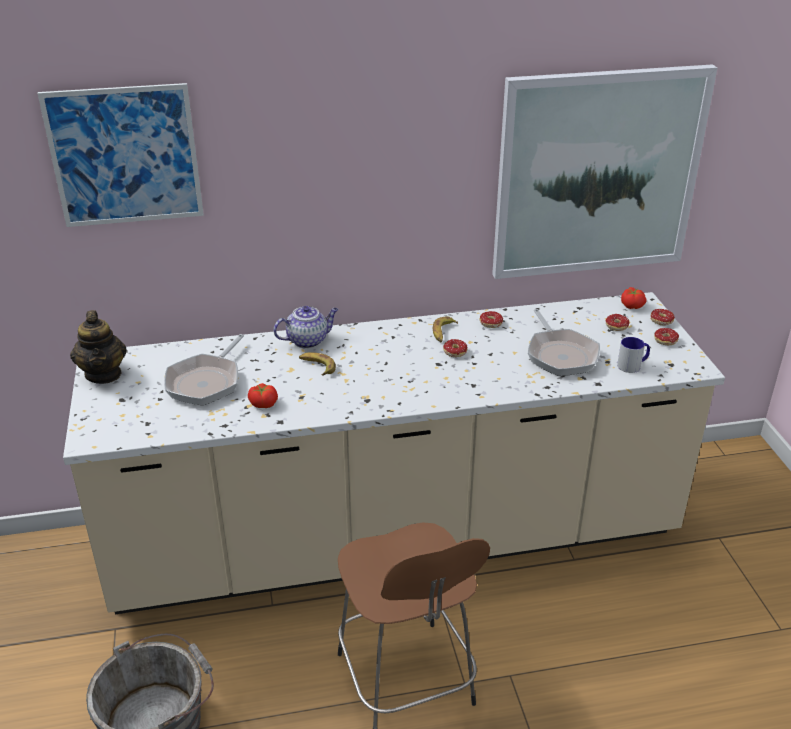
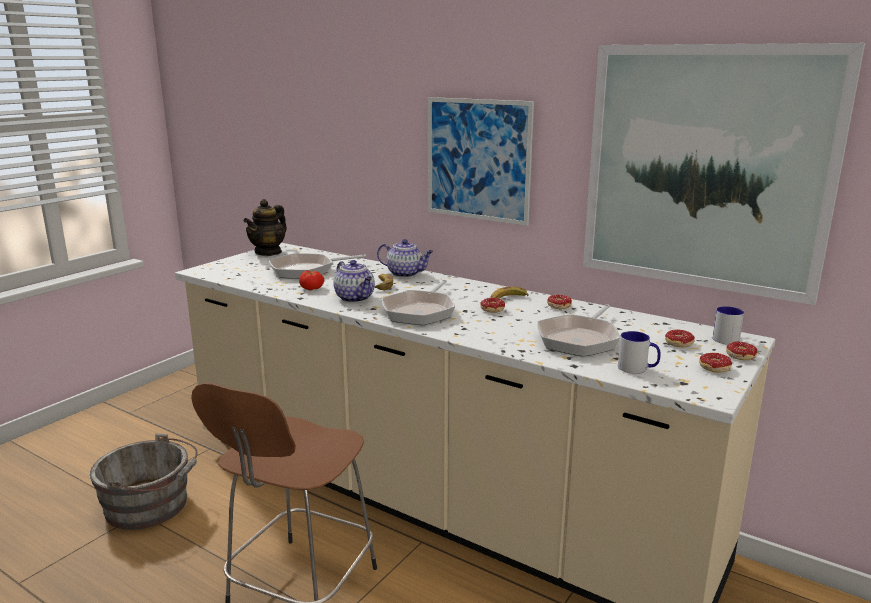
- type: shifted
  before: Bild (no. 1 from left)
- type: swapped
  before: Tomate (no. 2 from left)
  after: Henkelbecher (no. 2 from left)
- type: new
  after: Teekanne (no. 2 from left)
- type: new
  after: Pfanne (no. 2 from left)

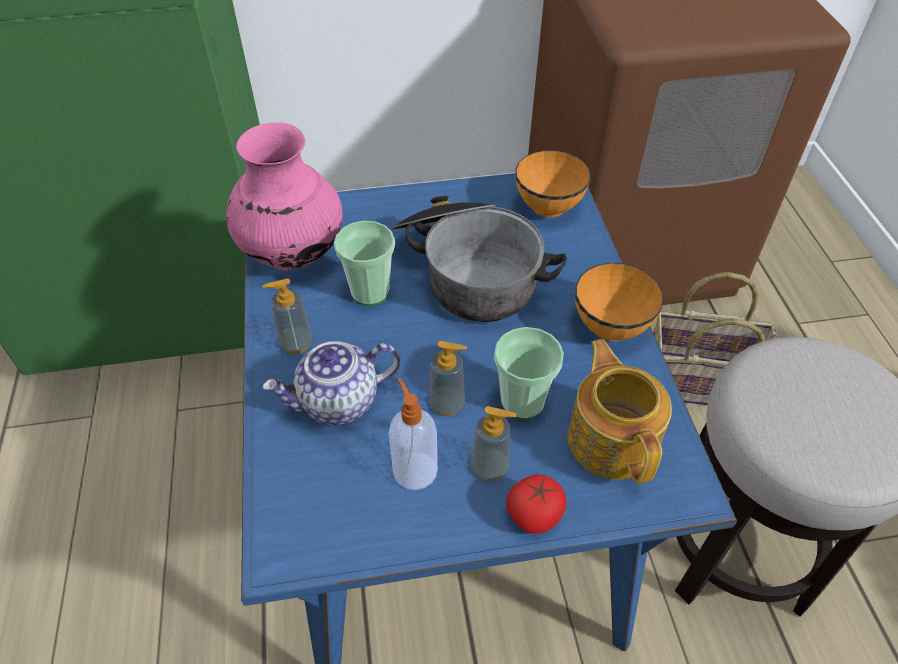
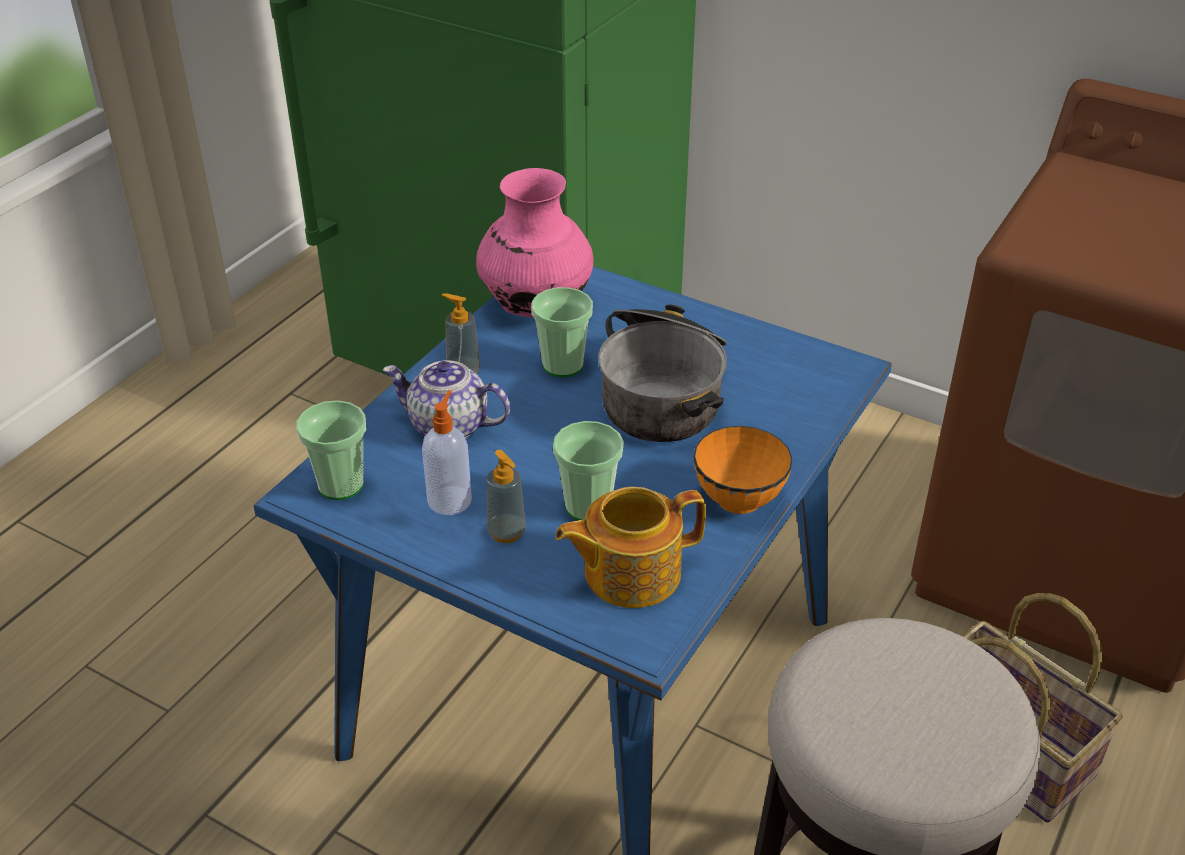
- type: gone
  before: Seifenspender (no. 3 from left)
- type: gone
  before: Tomate
- type: gone
  before: Schüssel [orange] (no. 1 from left)
- type: rotated
  before: Teekanne (no. 2 from left)
  turn: -135
- type: new
  after: Tasse (no. 1 from left)

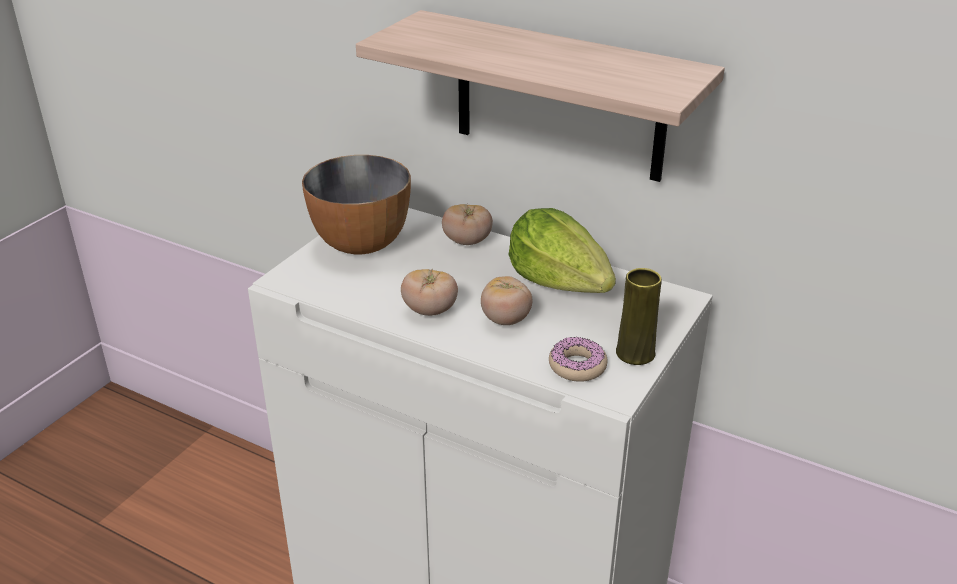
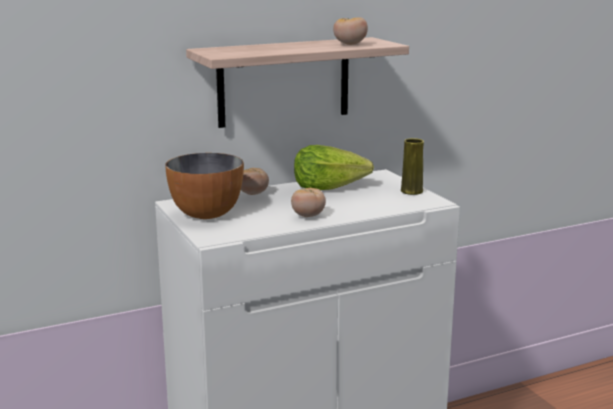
- type: shifted
  before: Tomate (no. 3 from left)
- type: gone
  before: Donut

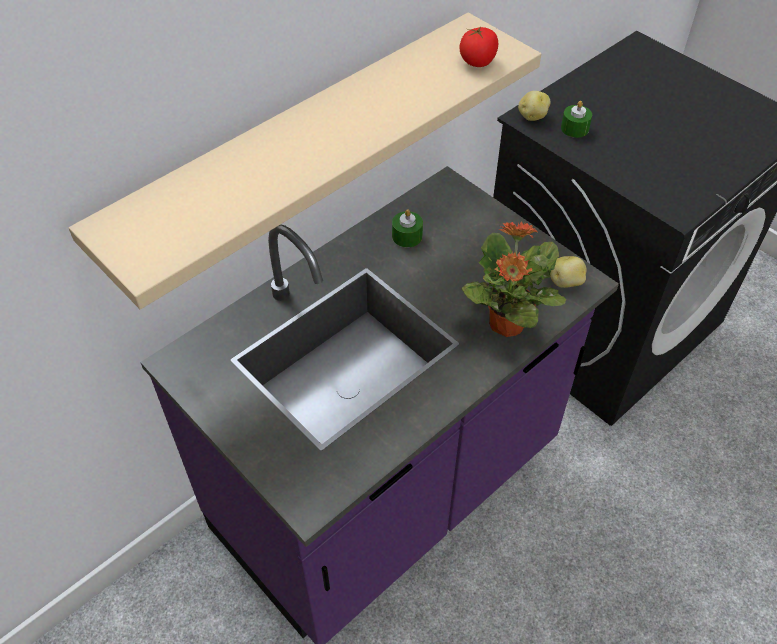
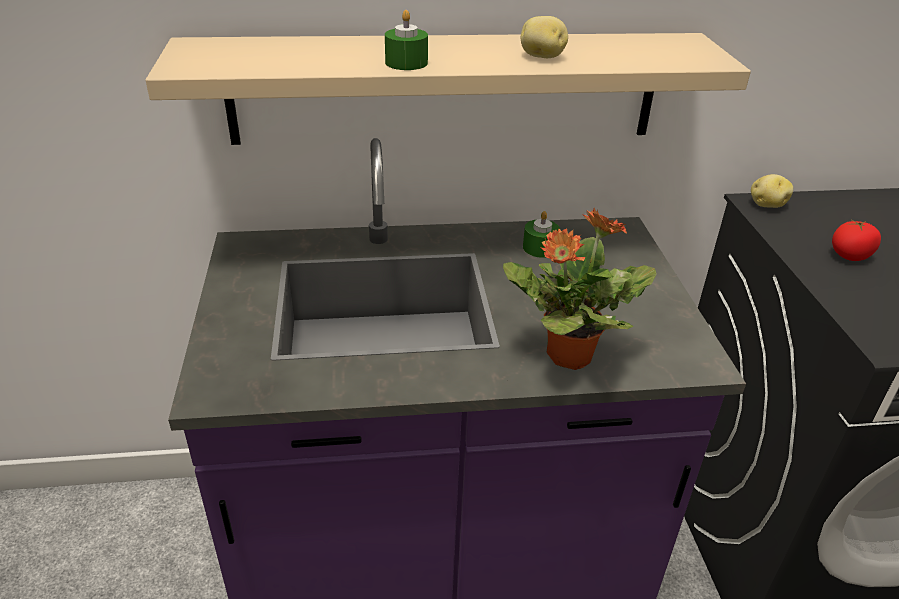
- type: shifted
  before: Tomate
- type: shifted
  before: Kartoffel (no. 2 from left in the first image)
  after: Kartoffel (no. 1 from left)
- type: shifted
  before: Kerze [grün] (no. 2 from left in the first image)
  after: Kerze [grün] (no. 1 from left)

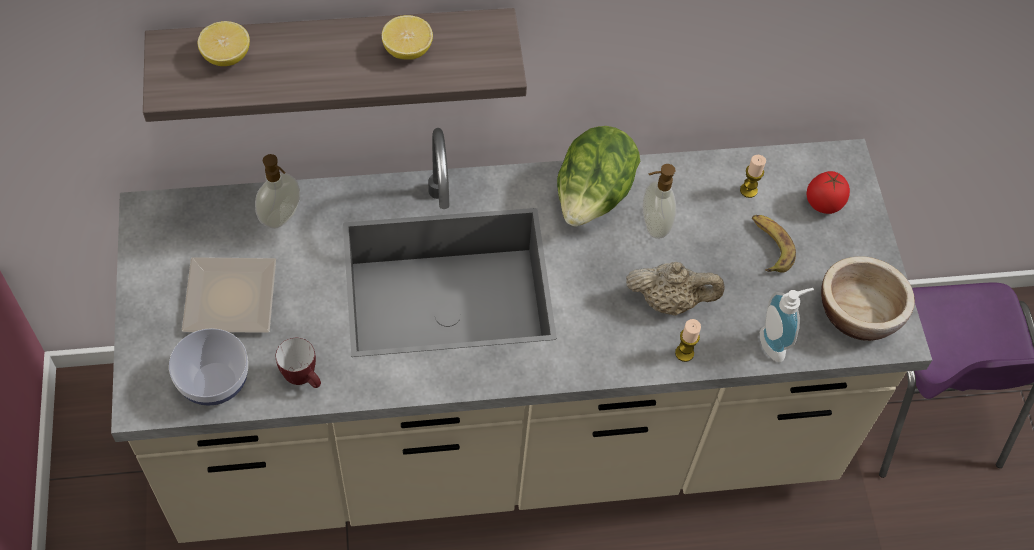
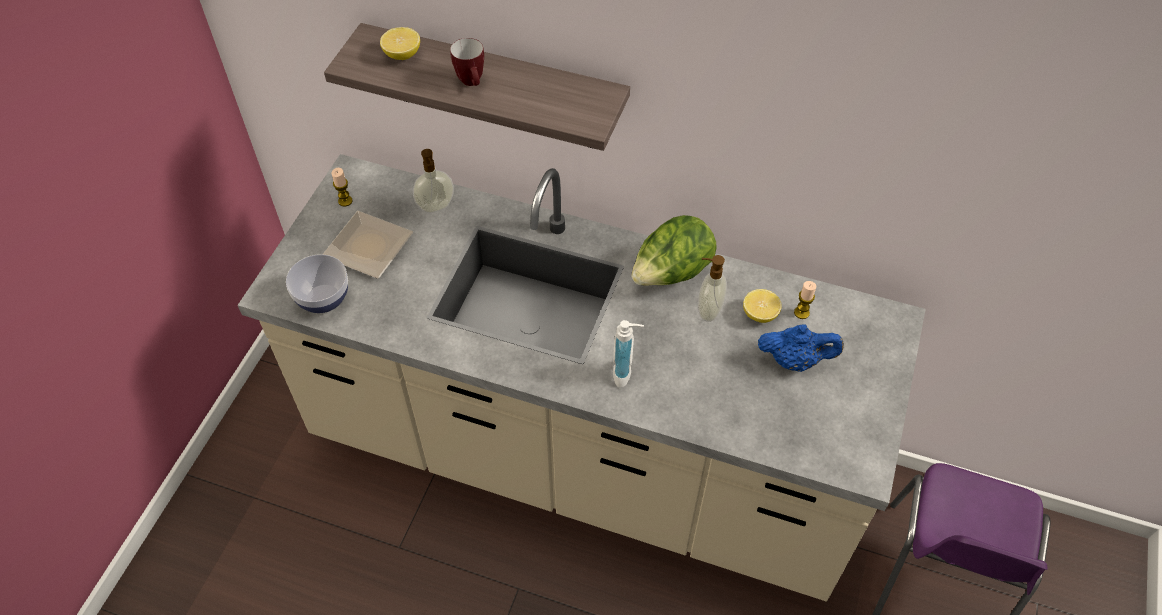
- type: shifted
  before: Henkelbecher
- type: shifted
  before: Zitrone (no. 2 from left)
- type: gone
  before: Teekanne [beige]
- type: shifted
  before: Kerze (no. 1 from left)
- type: swapped
  before: Banane
  after: Teekanne [blau]
- type: shifted
  before: Seifenspender (no. 3 from left in the first image)
  after: Seifenspender (no. 2 from left)
- type: gone
  before: Tomate
- type: gone
  before: Schüssel (no. 2 from left)

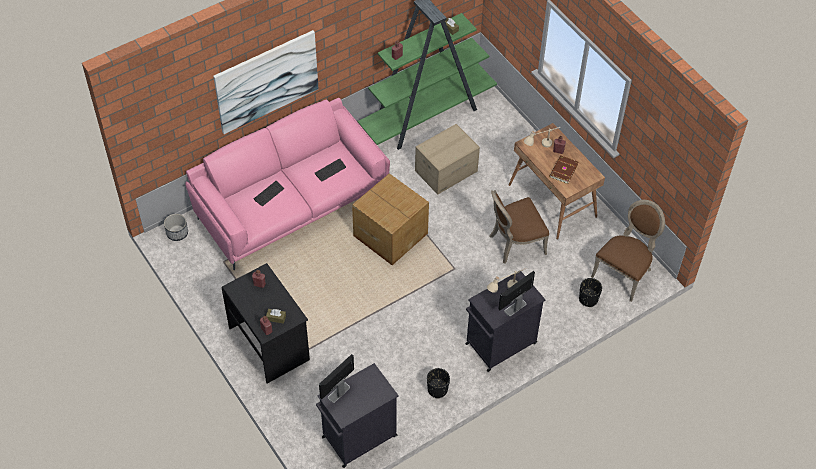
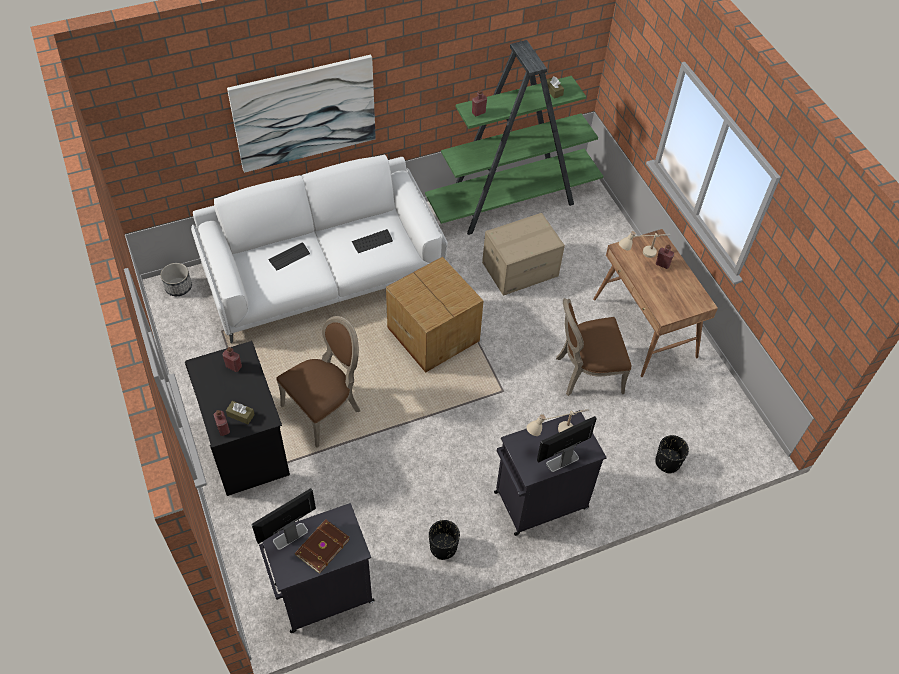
- type: repainted
  before: Sofa [rosa]
  after: Sofa [weiß]
- type: shifted
  before: Buch [braun]
- type: shifted
  before: Stuhl [braun] (no. 2 from left in the first image)
  after: Stuhl [braun] (no. 1 from left)

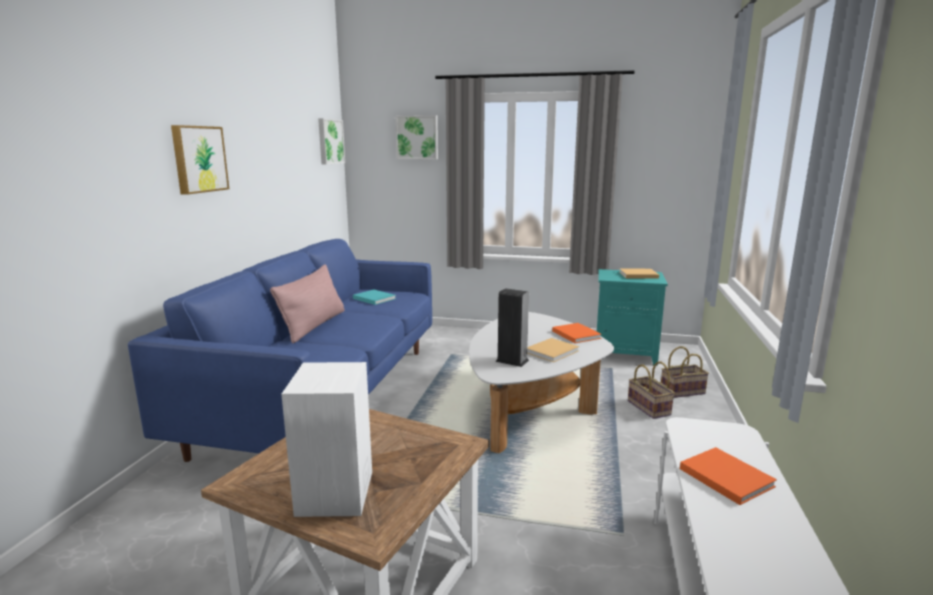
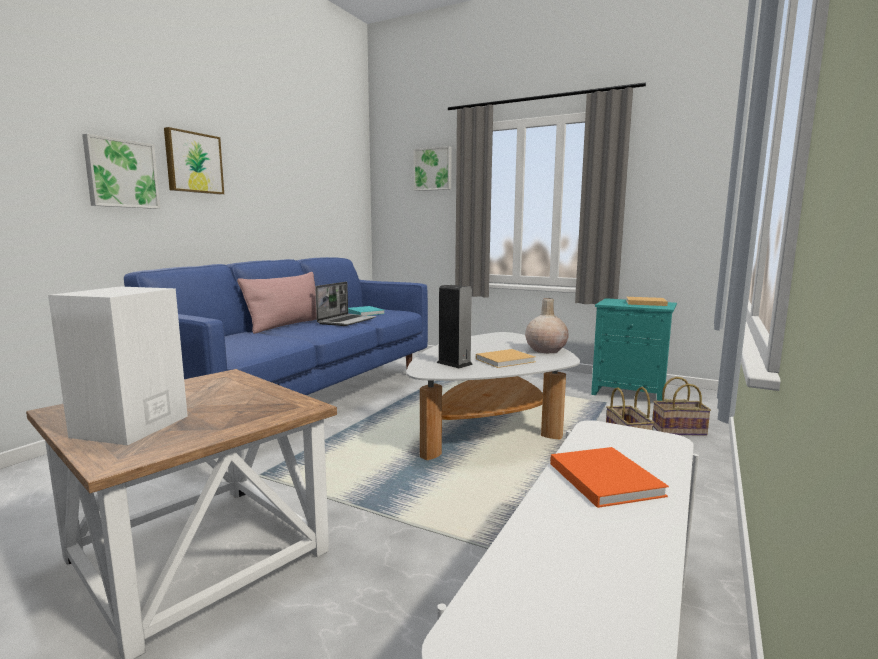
- type: shifted
  before: Bild (no. 2 from left in the first image)
  after: Bild (no. 1 from left)
- type: swapped
  before: Buch [orange] (no. 1 from left)
  after: Vase [beige]
- type: new
  after: Laptop

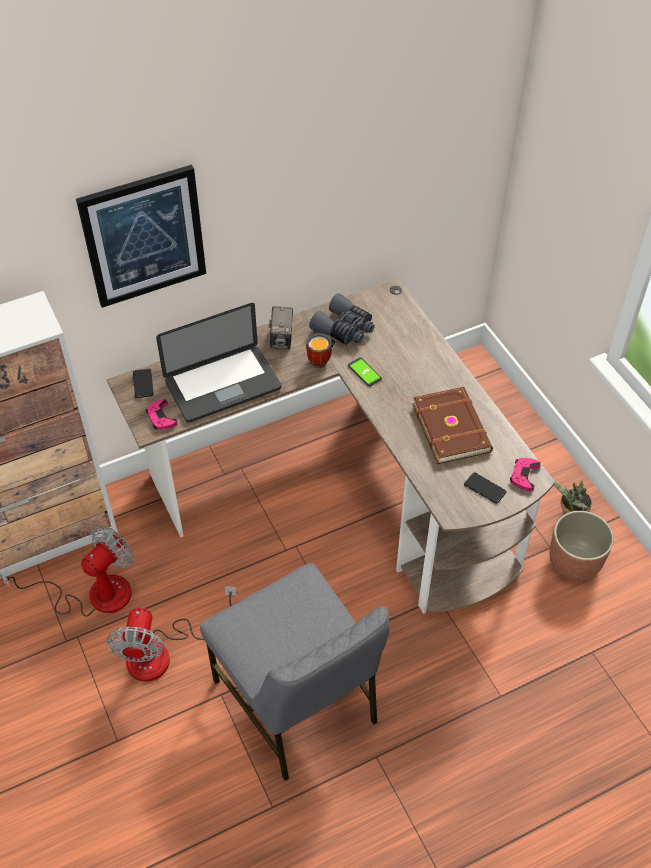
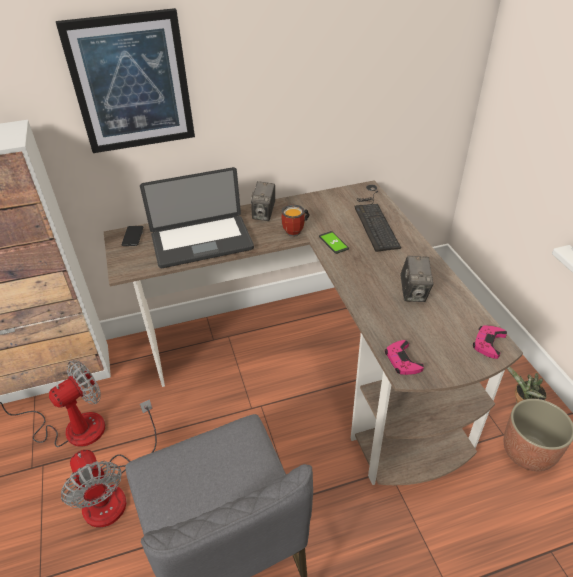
- type: rotated
  before: Ventilator (no. 2 from left)
  turn: -45
- type: shifted
  before: Gamepad [rosa] (no. 1 from left)
- type: gone
  before: Fernglas [grau]
- type: swapped
  before: Buch [braun]
  after: Kamera (no. 2 from left)
- type: gone
  before: Handy (no. 3 from left)
- type: new
  after: Tastatur

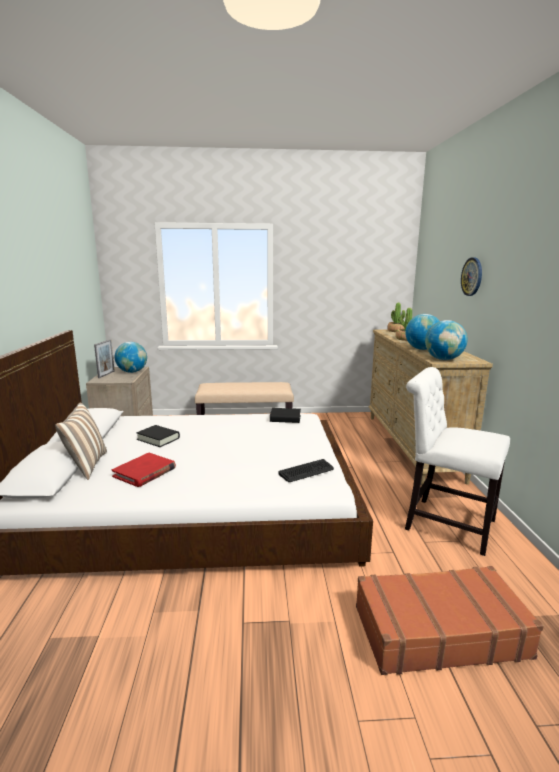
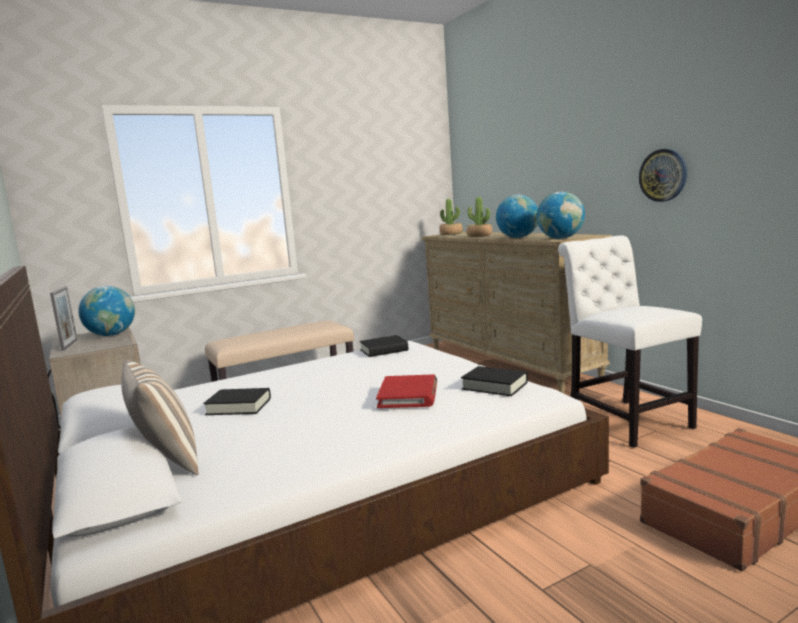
- type: shifted
  before: Buch [rot]
- type: swapped
  before: Tastatur
  after: Buch [schwarz] (no. 3 from left)
- type: rotated
  before: Stuhl [weiß]
  turn: 60
- type: shifted
  before: Wanduhr

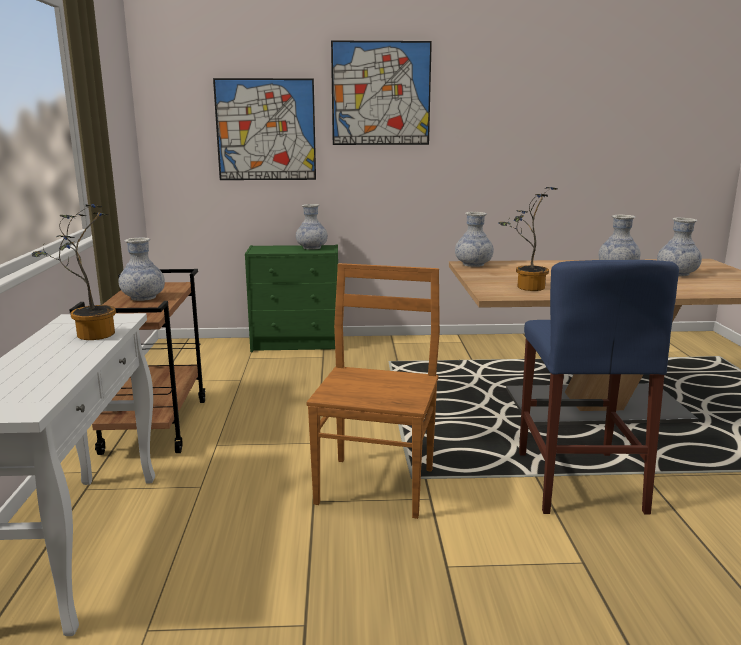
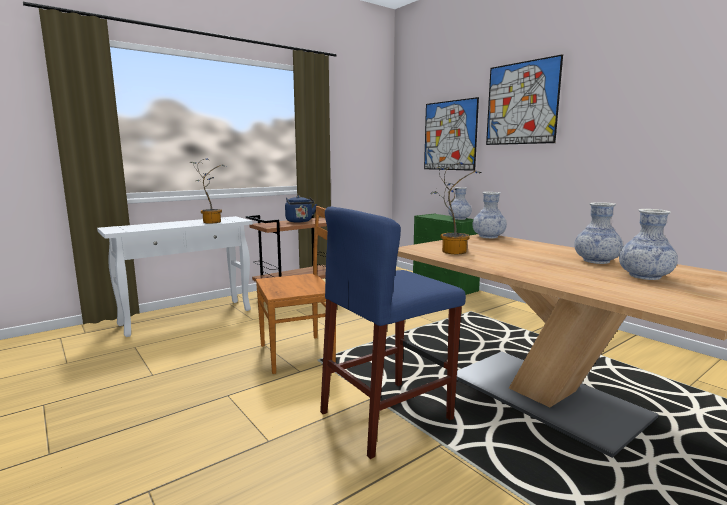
- type: swapped
  before: Vase (no. 1 from left)
  after: Wasserkessel [blau]

